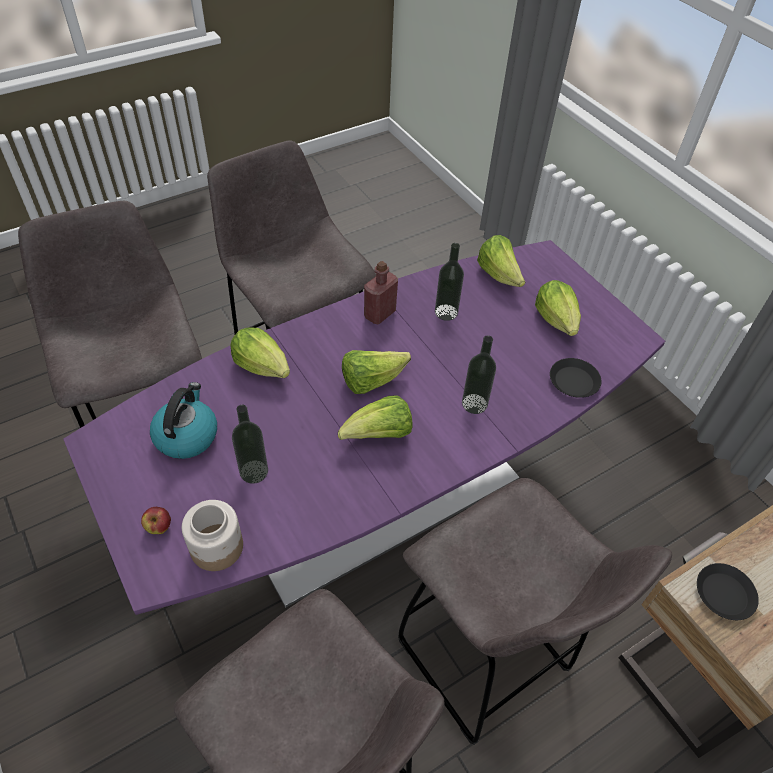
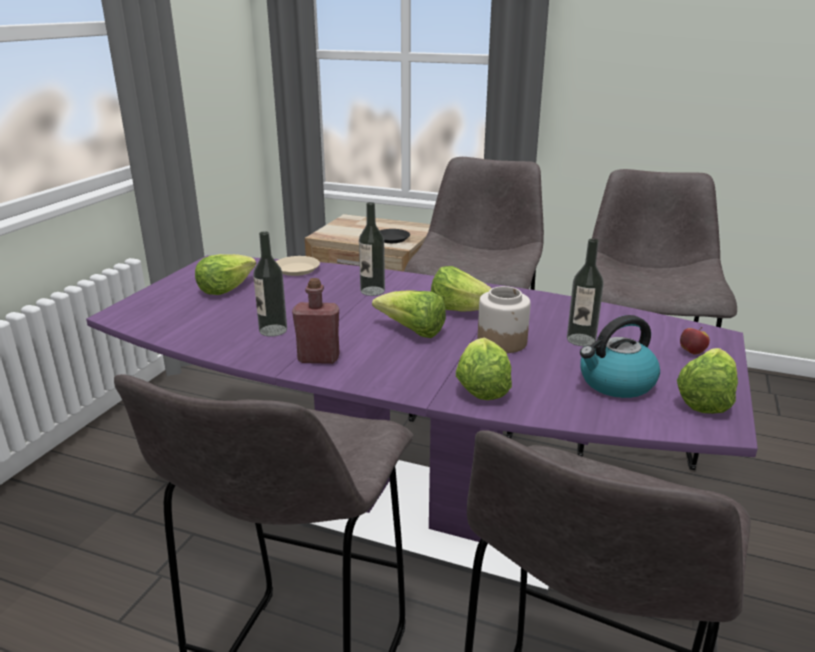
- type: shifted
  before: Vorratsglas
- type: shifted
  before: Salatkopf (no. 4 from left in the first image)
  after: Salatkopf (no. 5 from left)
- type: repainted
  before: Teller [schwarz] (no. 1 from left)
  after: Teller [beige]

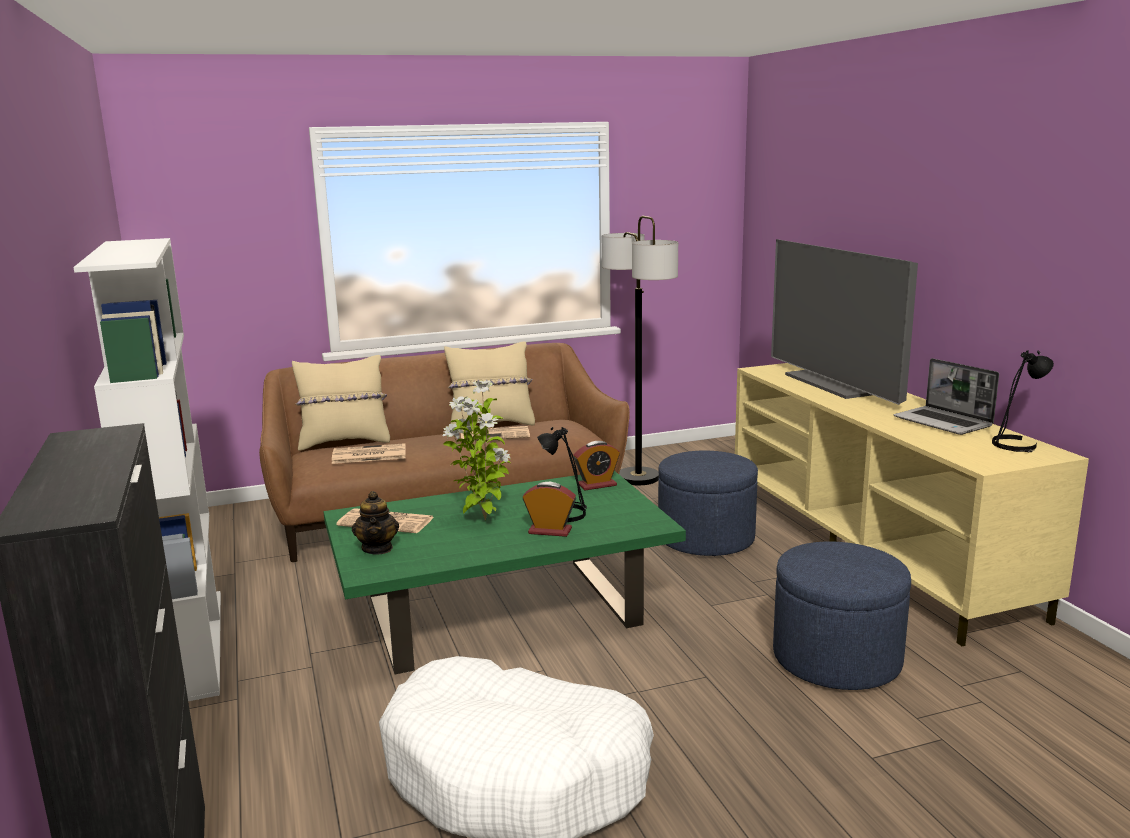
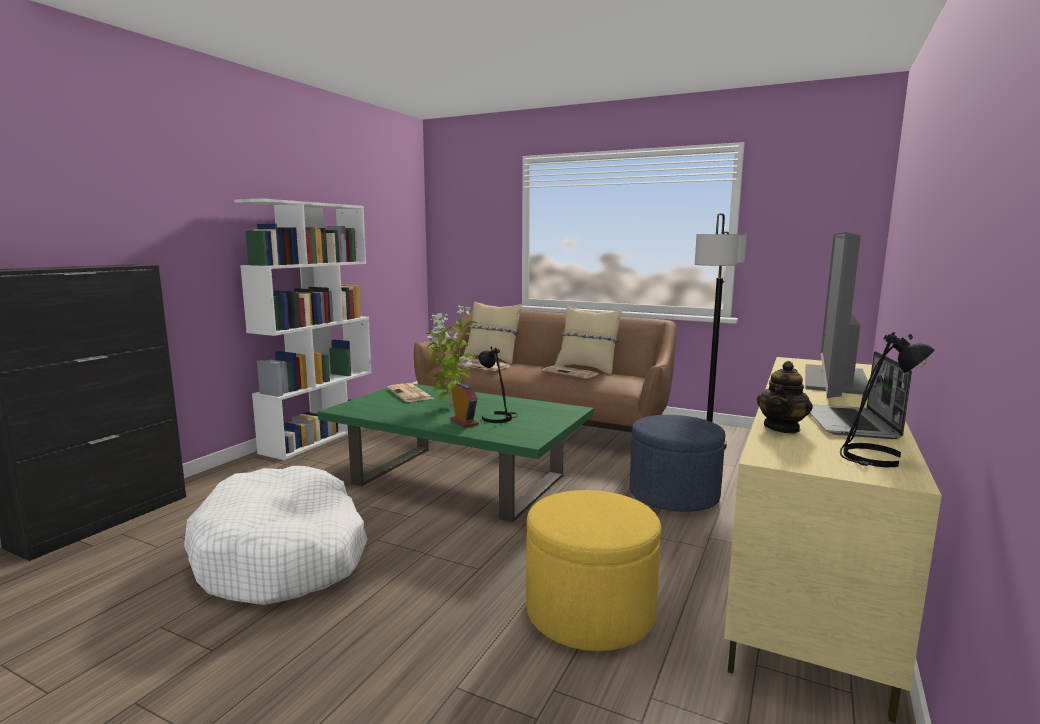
- type: shifted
  before: Teekanne
- type: gone
  before: Wecker (no. 2 from left)
- type: repainted
  before: Polsterhocker [blau] (no. 2 from left)
  after: Polsterhocker [gelb]

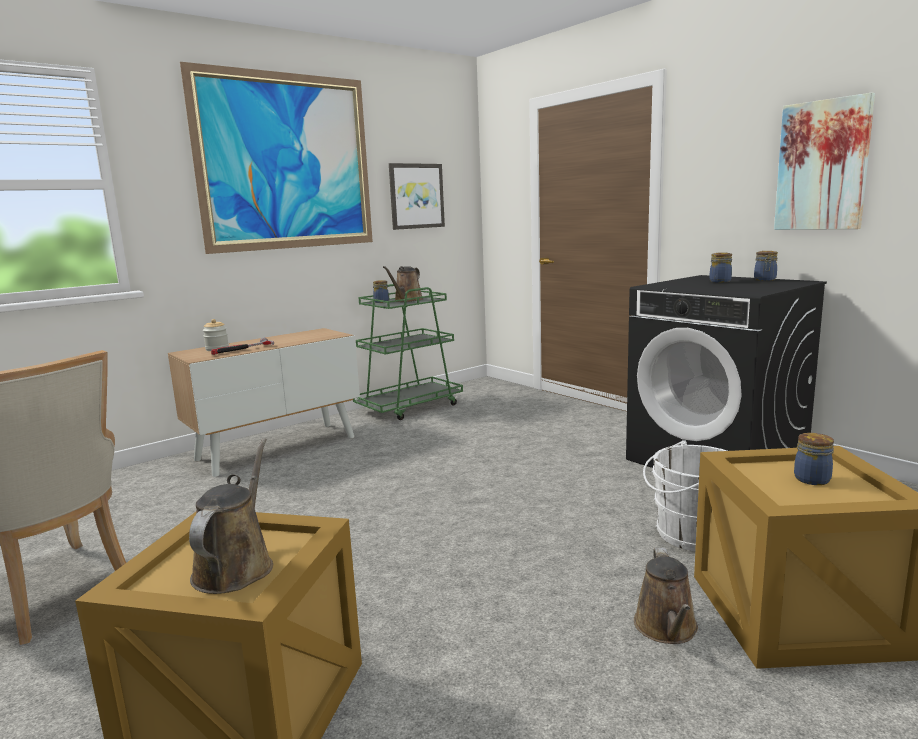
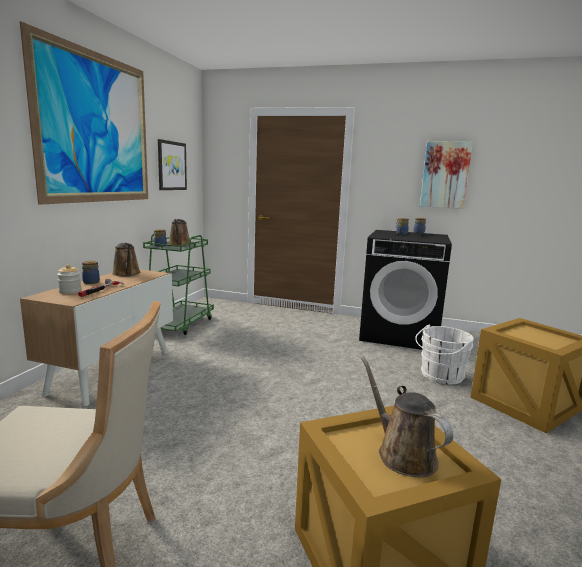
- type: shifted
  before: Gießkanne [braun] (no. 3 from left in the first image)
  after: Gießkanne [braun] (no. 1 from left)
- type: shifted
  before: Vorratsglas (no. 5 from left in the first image)
  after: Vorratsglas (no. 2 from left)

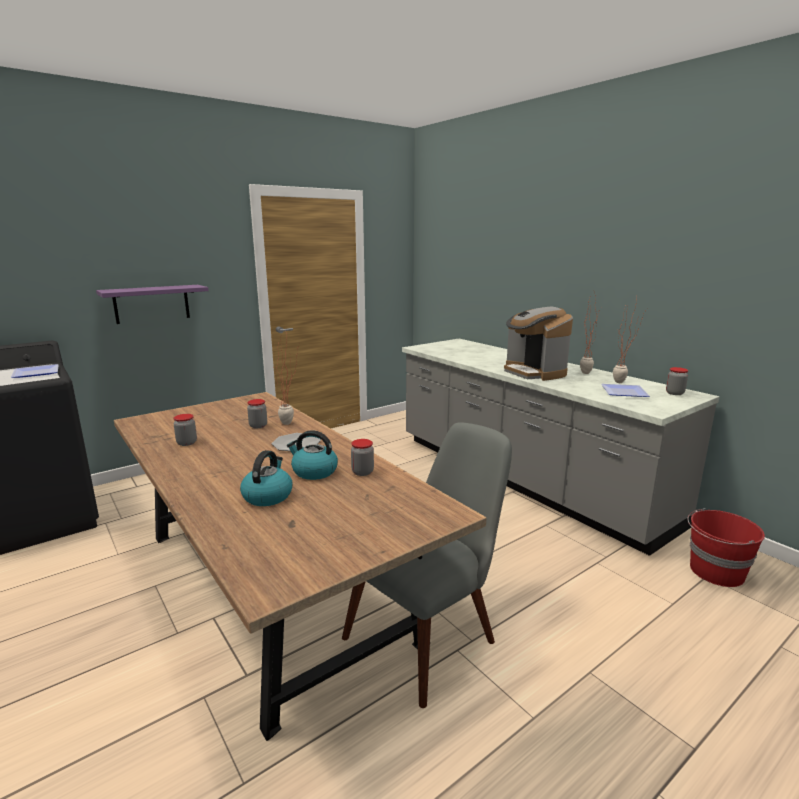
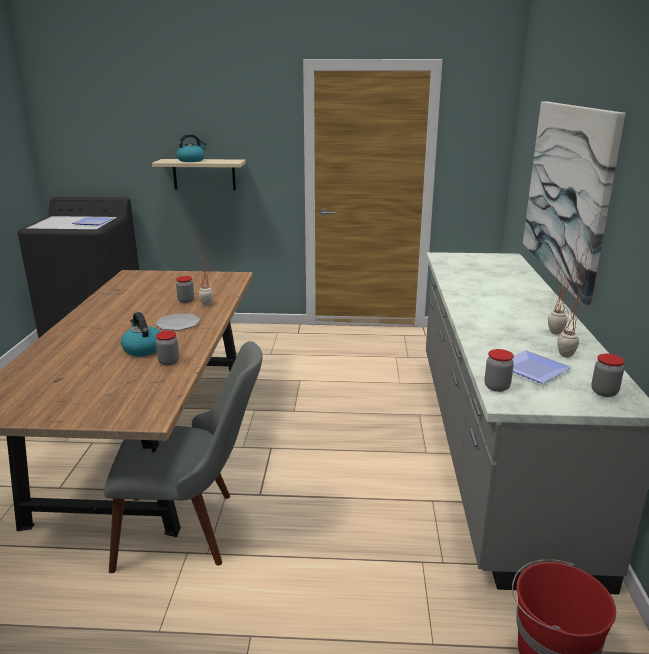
- type: repainted
  before: Wandregal [lila]
  after: Wandregal [beige]
- type: shifted
  before: Vorratsglas (no. 1 from left in the first image)
  after: Vorratsglas (no. 3 from left)
- type: shifted
  before: Wasserkessel (no. 1 from left in the first image)
  after: Wasserkessel (no. 2 from left)
- type: gone
  before: Kaffeemaschine
- type: new
  after: Bild

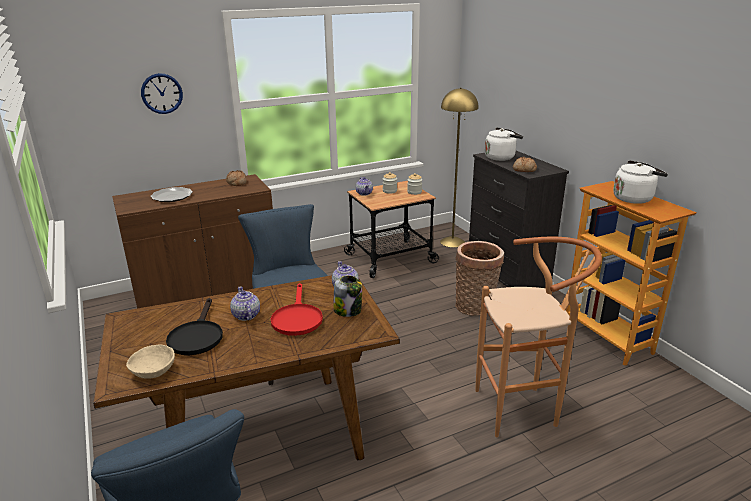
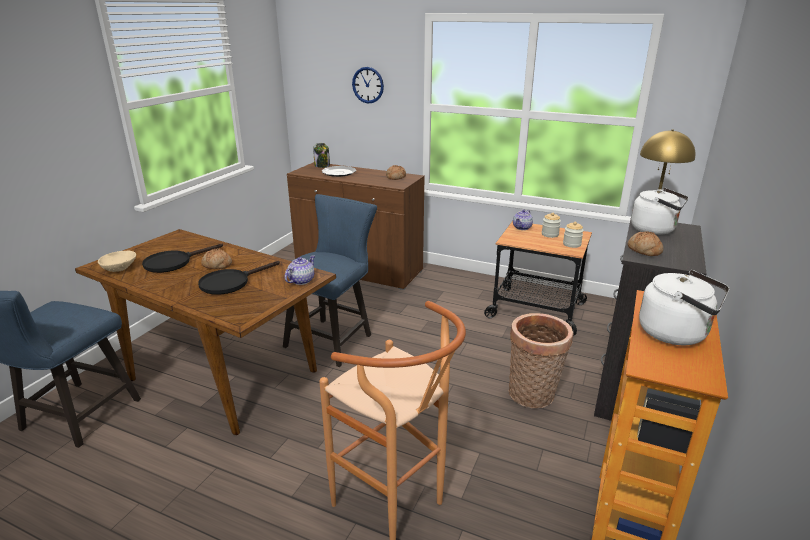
- type: swapped
  before: Teekanne (no. 1 from left)
  after: Brot (no. 1 from left)
- type: repainted
  before: Pfanne [rot]
  after: Pfanne [schwarz] (no. 2 from left)
- type: shifted
  before: Vorratsglas (no. 1 from left)

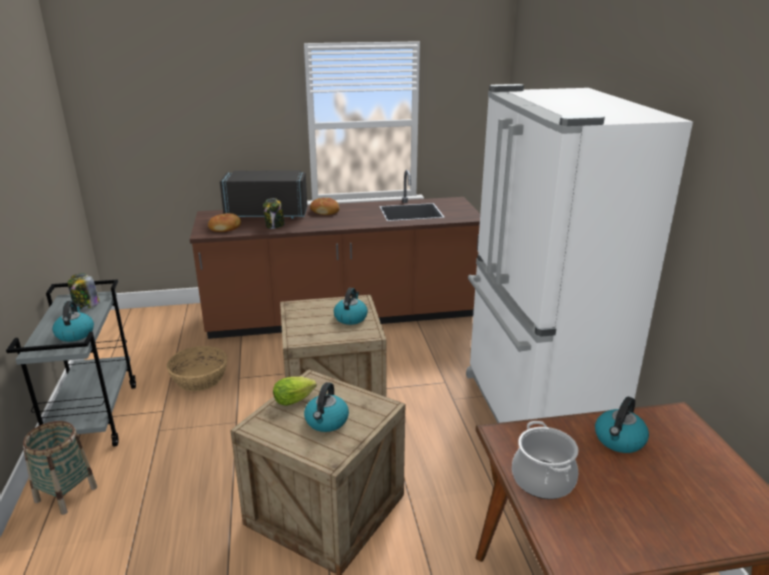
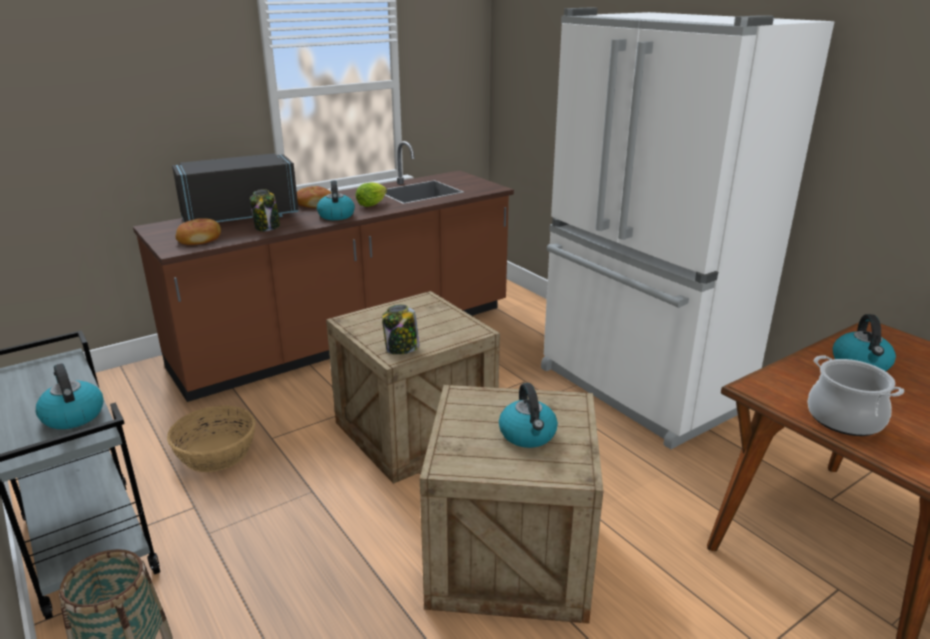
- type: shifted
  before: Vorratsglas (no. 1 from left in the first image)
  after: Vorratsglas (no. 2 from left)
- type: shifted
  before: Salatkopf
- type: shifted
  before: Wasserkessel (no. 3 from left in the first image)
  after: Wasserkessel (no. 2 from left)

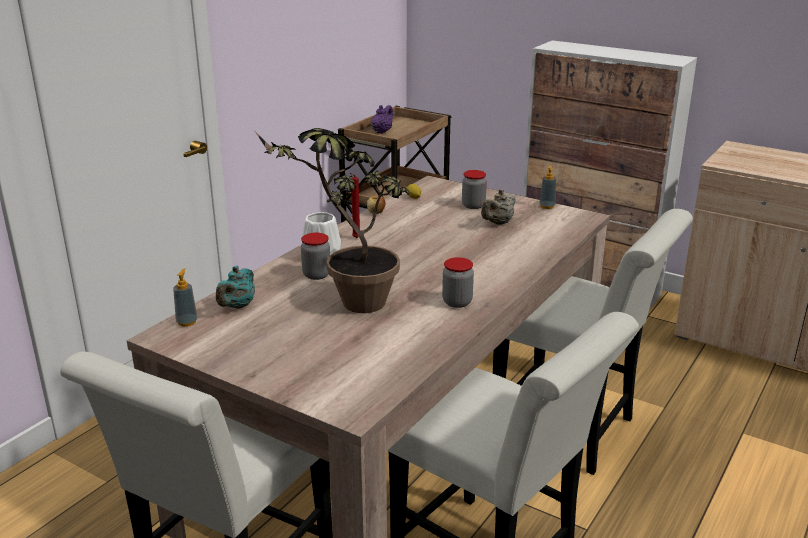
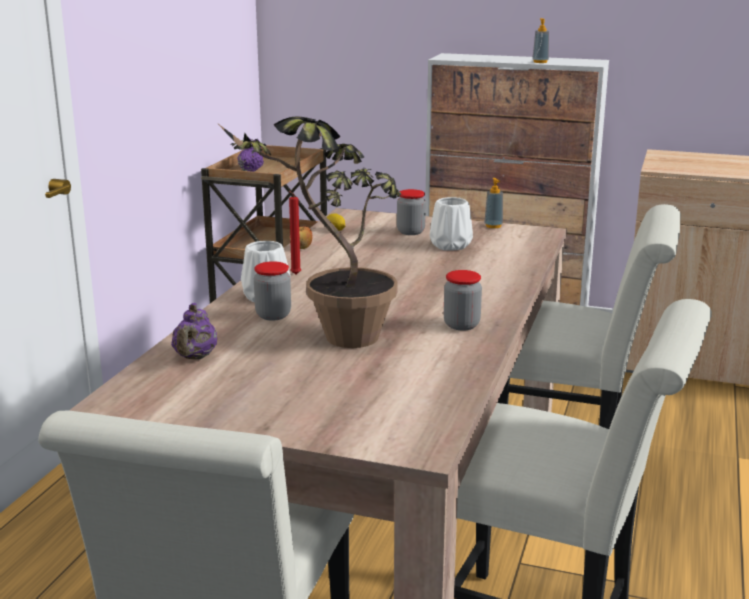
- type: shifted
  before: Seifenspender (no. 1 from left in the first image)
  after: Seifenspender (no. 2 from left)
- type: repainted
  before: Teekanne [türkis]
  after: Teekanne [lila] (no. 1 from left)
- type: swapped
  before: Teekanne [beige]
  after: Vase [weiß] (no. 2 from left)

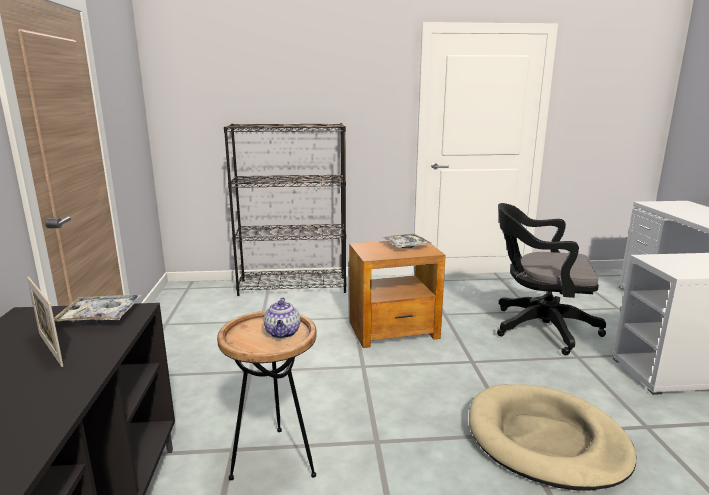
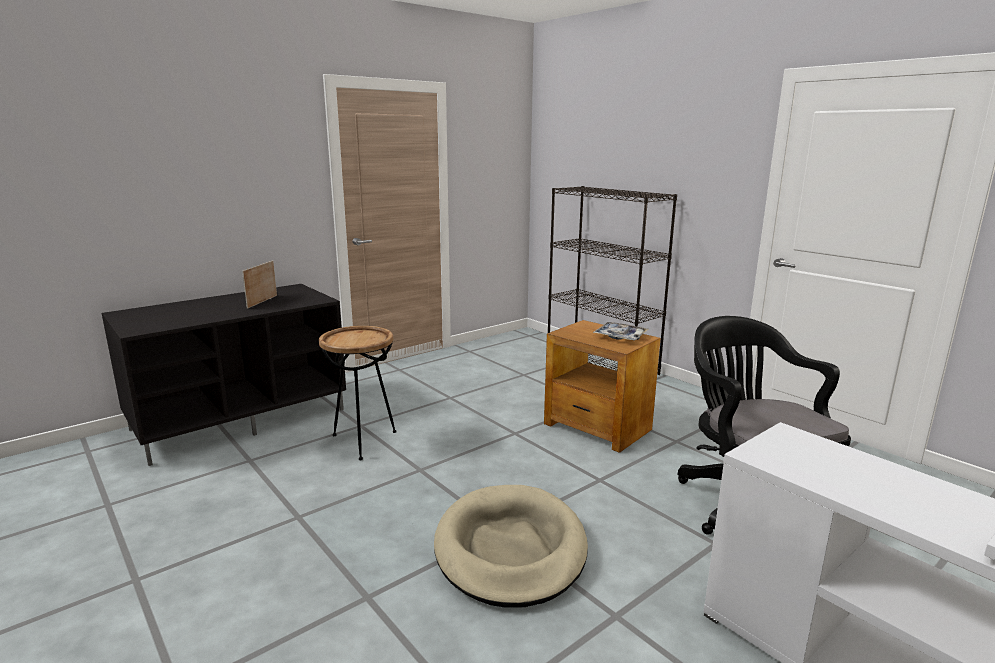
- type: gone
  before: Tablett (no. 1 from left)
- type: gone
  before: Teekanne

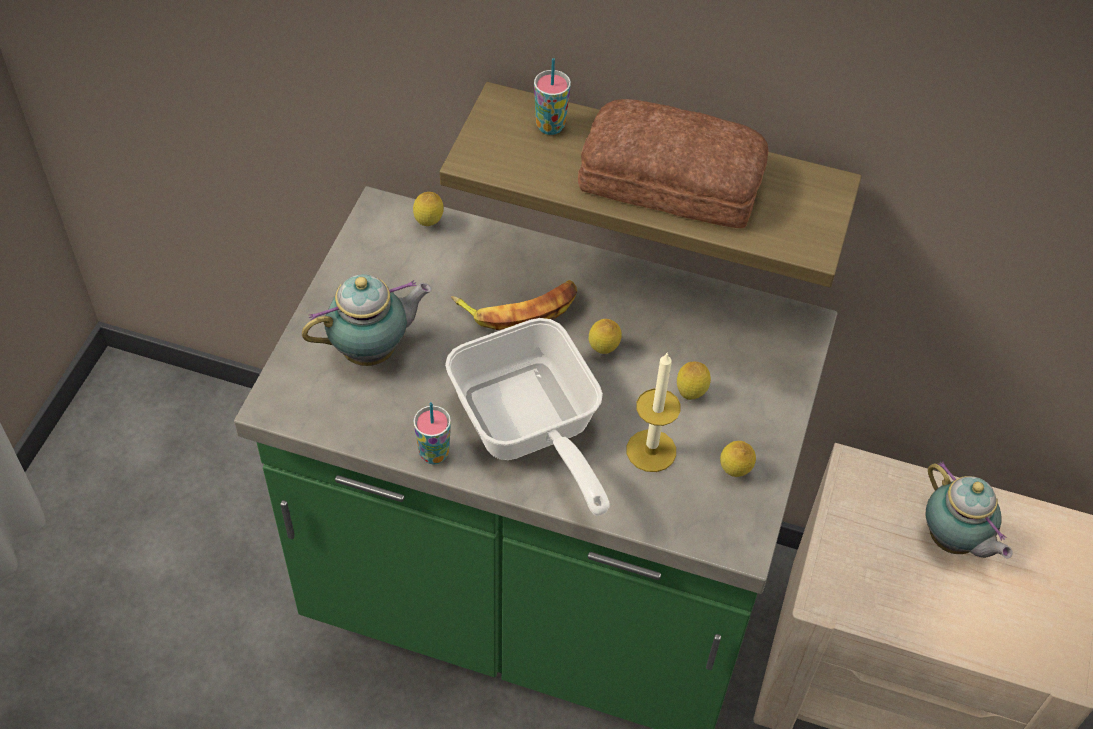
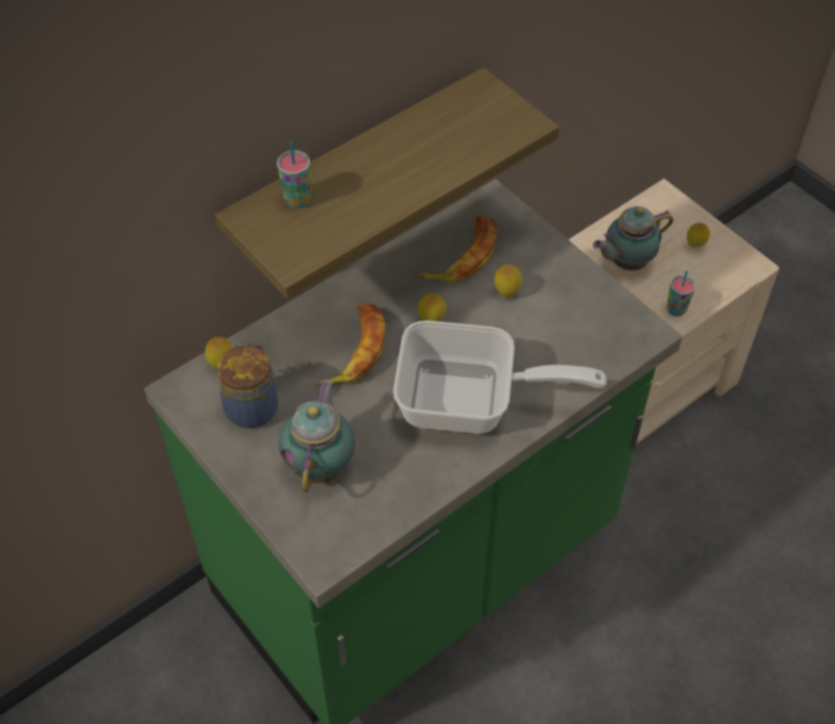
- type: shifted
  before: Tasse (no. 1 from left in the first image)
  after: Tasse (no. 2 from left)
- type: gone
  before: Brot
- type: gone
  before: Kerze
- type: shifted
  before: Zitrone (no. 4 from left)
- type: rotated
  before: Teekanne (no. 2 from left)
  turn: 150
- type: new
  after: Vorratsglas
- type: new
  after: Banane (no. 2 from left)

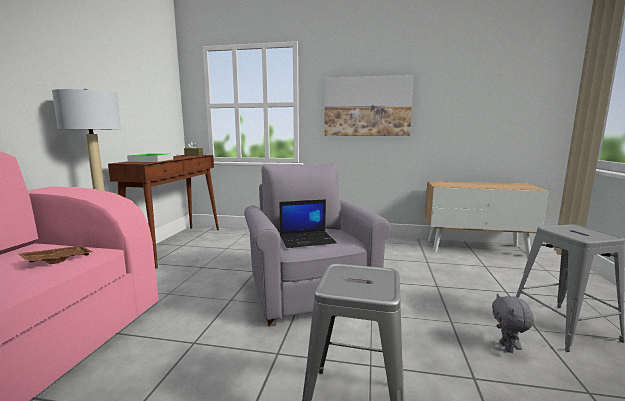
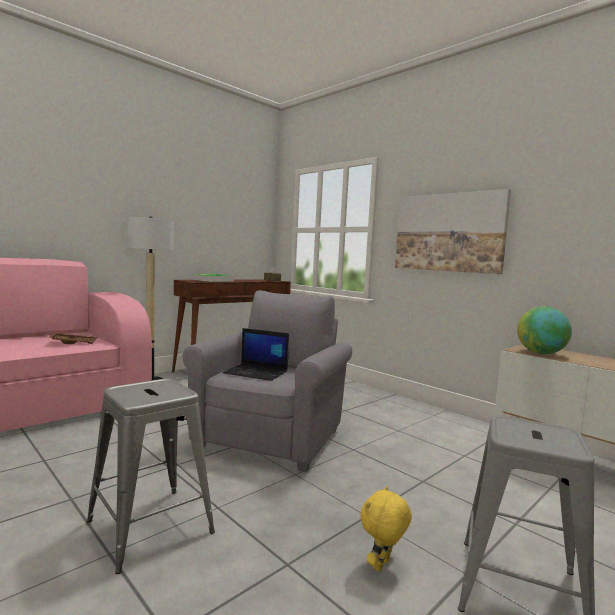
- type: repainted
  before: Plüschtier [grau]
  after: Plüschtier [gelb]
- type: new
  after: Globus

